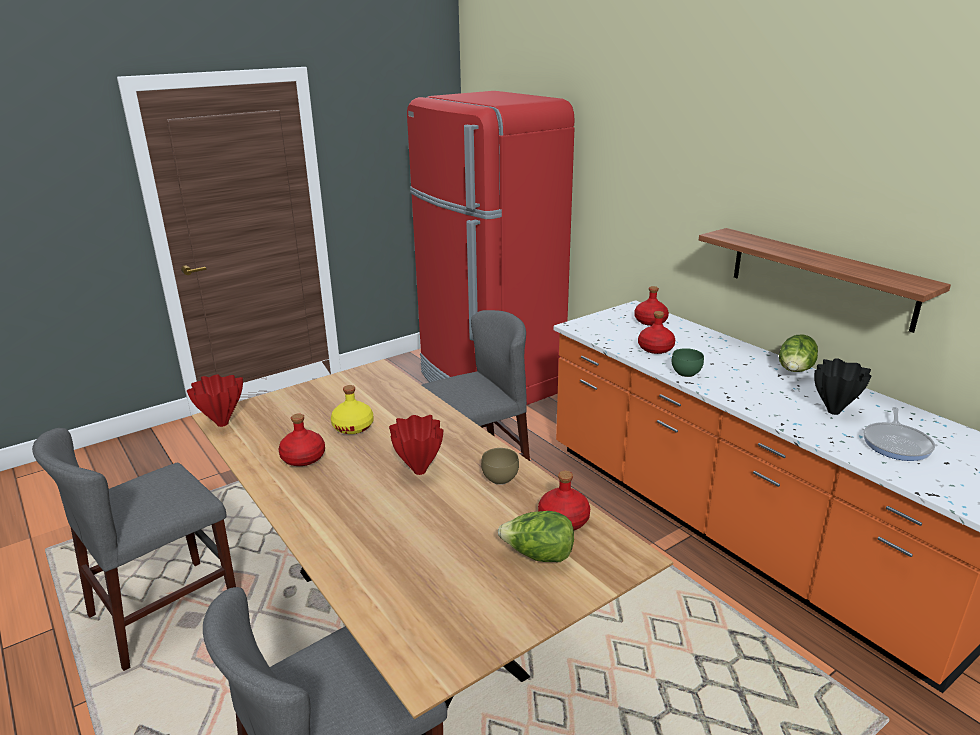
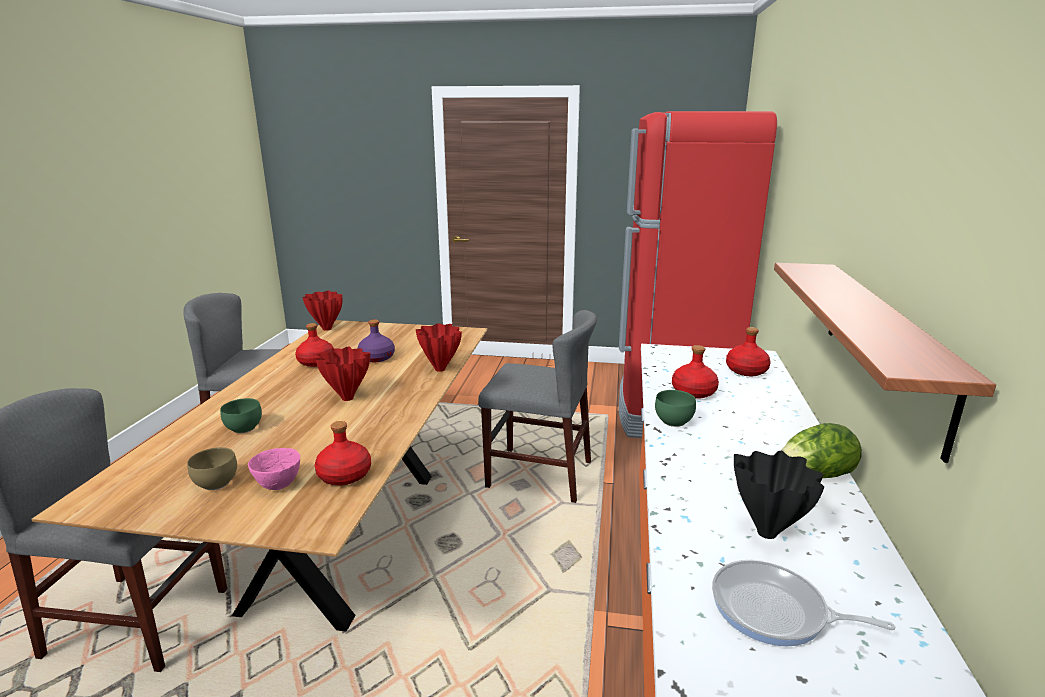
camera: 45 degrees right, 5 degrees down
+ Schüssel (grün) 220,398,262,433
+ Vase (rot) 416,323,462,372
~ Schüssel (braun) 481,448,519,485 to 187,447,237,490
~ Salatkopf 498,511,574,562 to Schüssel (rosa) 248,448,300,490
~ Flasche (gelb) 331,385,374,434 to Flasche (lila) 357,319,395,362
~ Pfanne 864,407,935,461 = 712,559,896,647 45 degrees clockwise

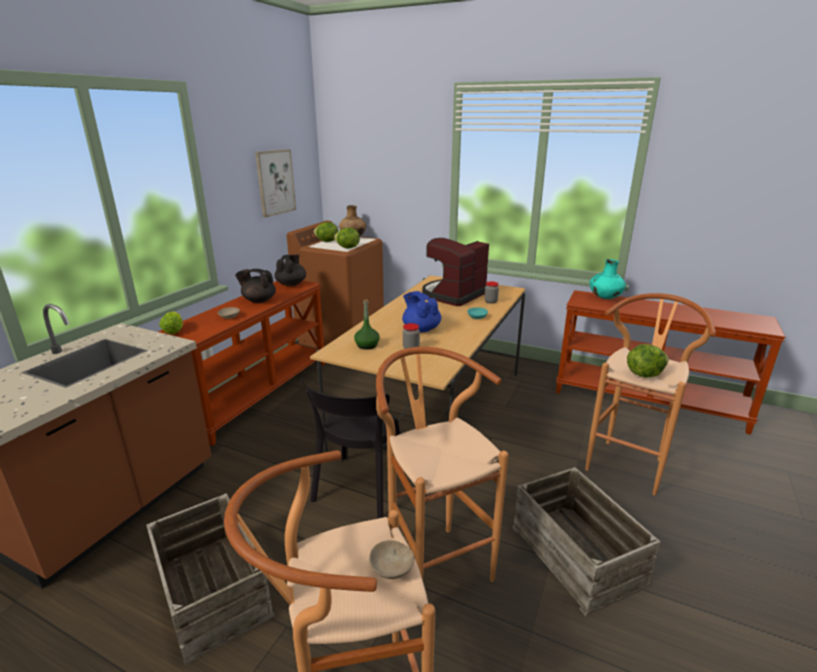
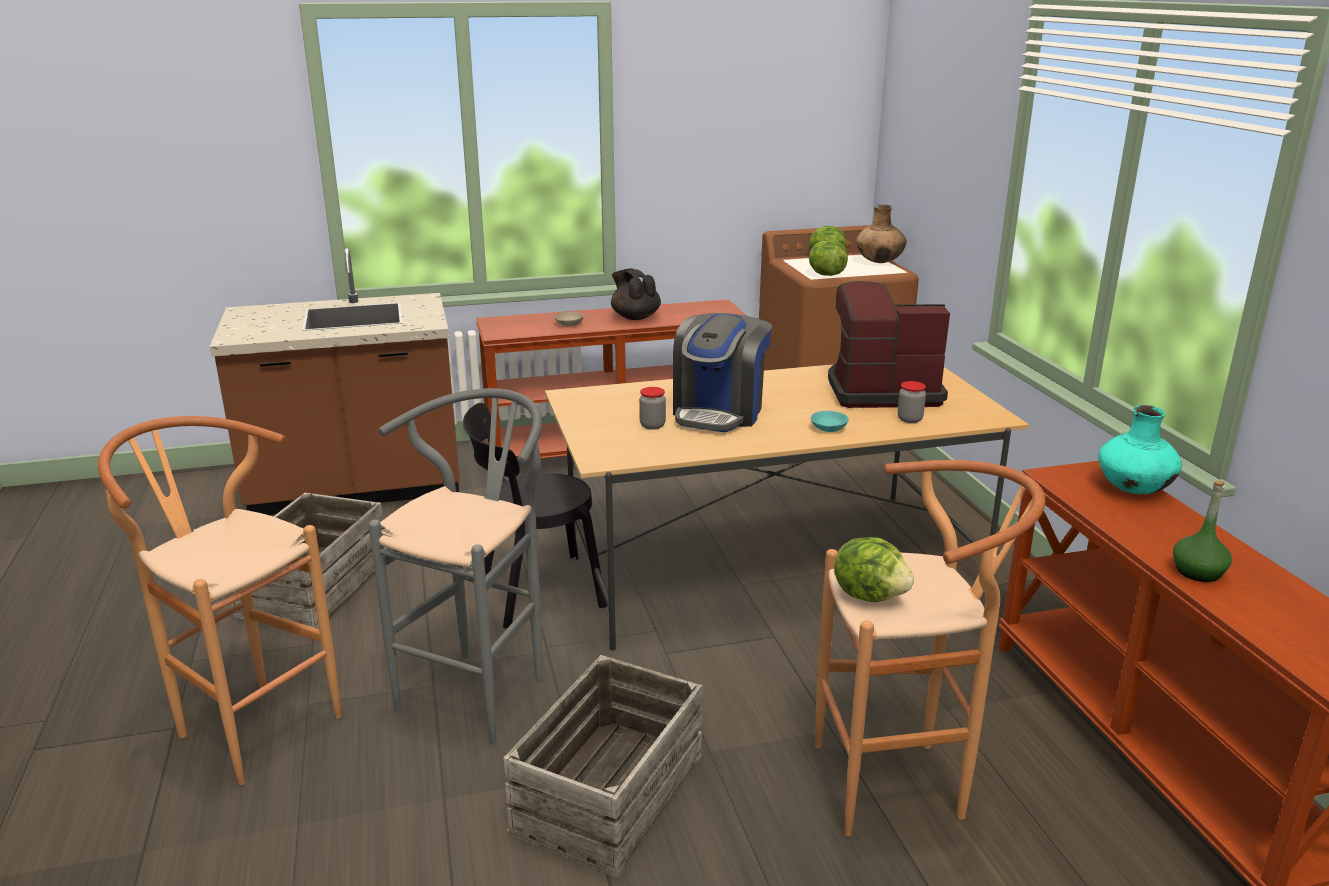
camera: 50 degrees right, 0 degrees up
- Salatkopf 159,311,183,334
- Bild 255,149,296,218
- Teekanne (schwarz) 275,254,306,286
- Schüssel (beige) 369,540,415,579
~ Flasche (grün) 354,299,380,350 to 1173,481,1232,582
~ Teekanne (blau) 402,291,441,332 to Kaffeemaschine 673,313,772,432
~ Hocker (braun) 376,347,508,582 to Hocker (grau) 369,388,543,743

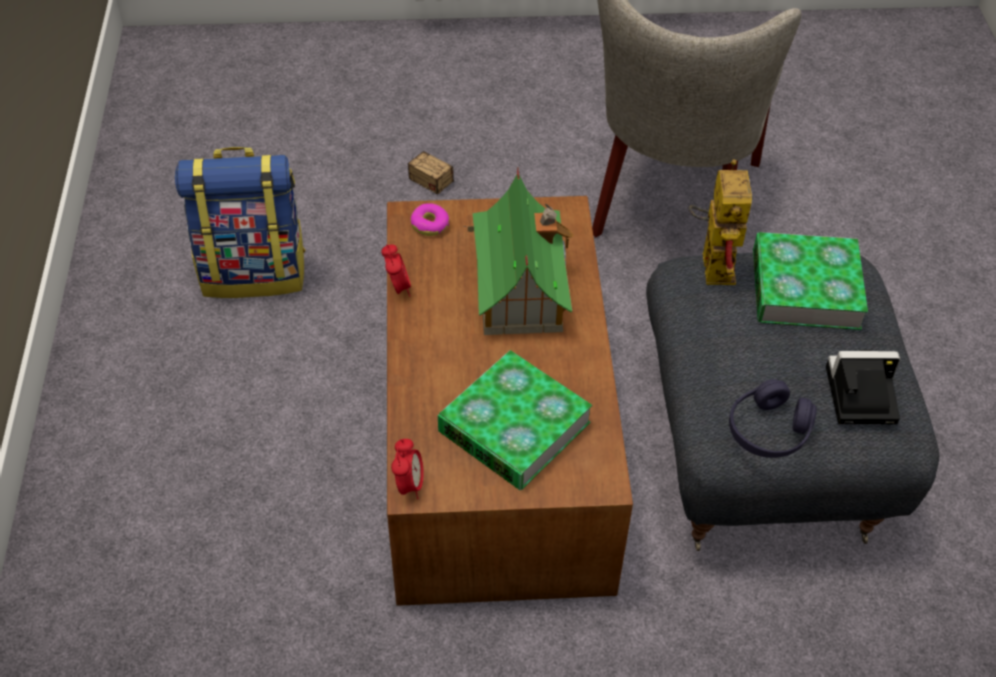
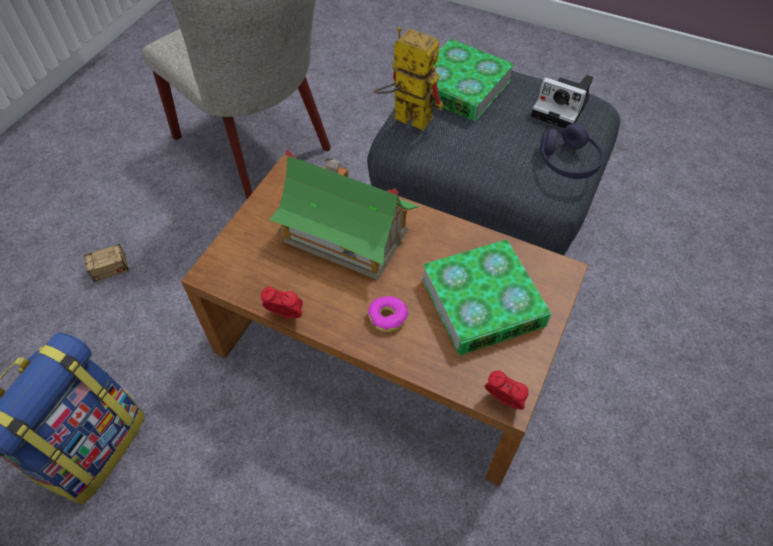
camera: 60 degrees left, 5 degrees up
~ Donut 411,203,449,236 to 368,296,408,332
~ Kamera 826,349,900,424 = 531,75,593,128 90 degrees counterclockwise

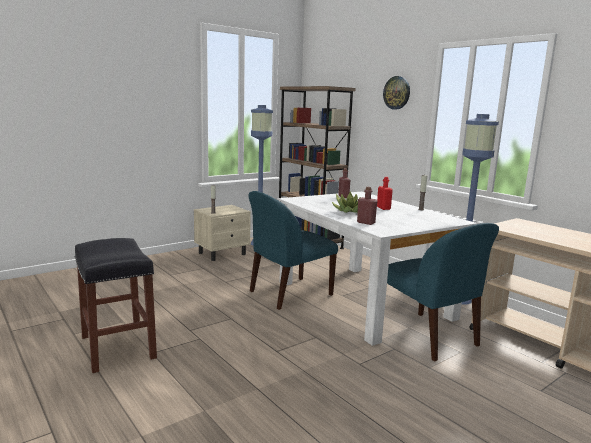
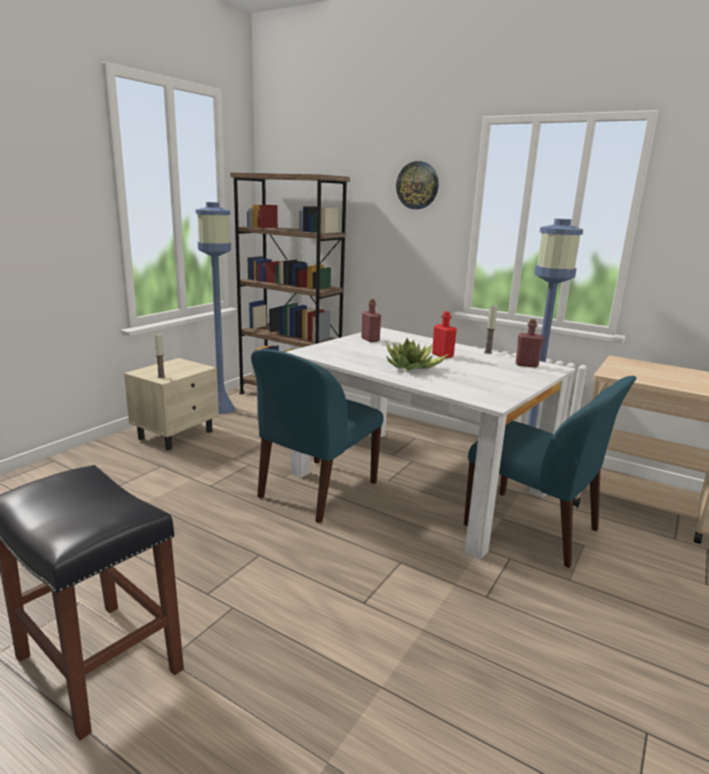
camera: 20 degrees left, 5 degrees up
~ Flasche (rot) 357,187,378,225 to 516,319,544,368

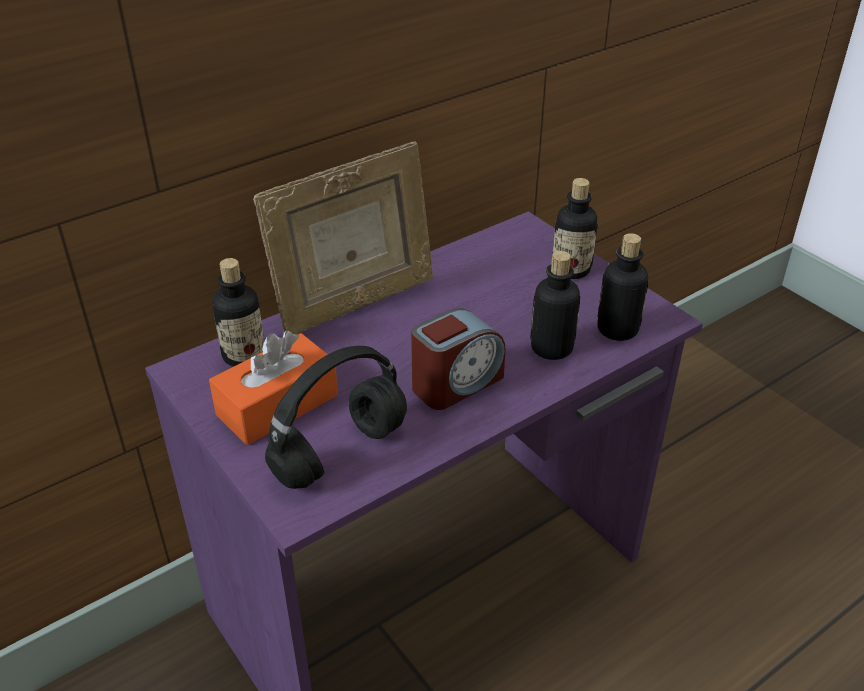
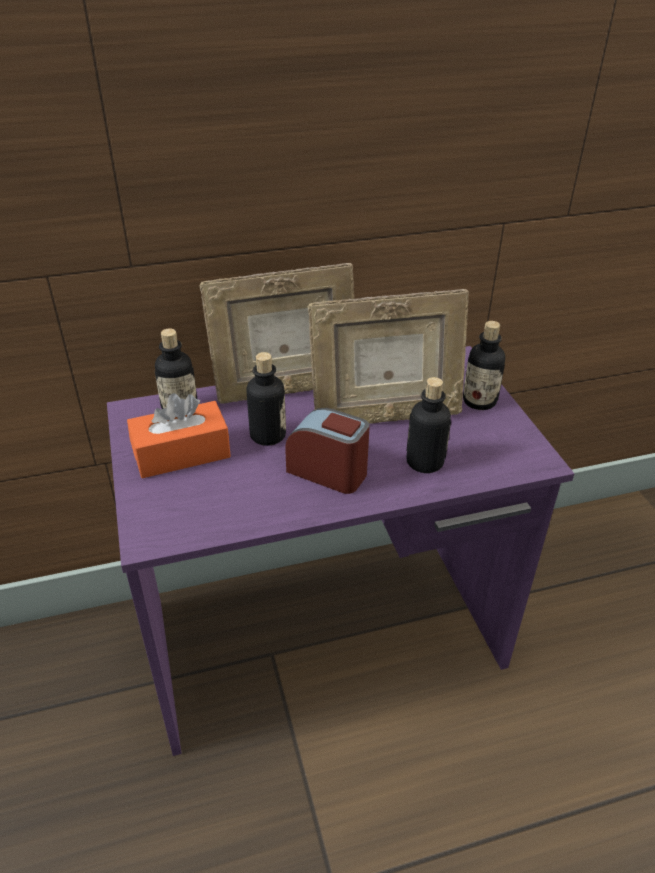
camera: 20 degrees right, 0 degrees up
- Kopfhörer (schwarz) 265,346,407,489
+ Bilderrahmen 308,289,469,424
~ Flasche 597,233,648,341 to 246,352,286,446
~ Wecker 411,308,505,410 = 285,408,370,494 135 degrees counterclockwise

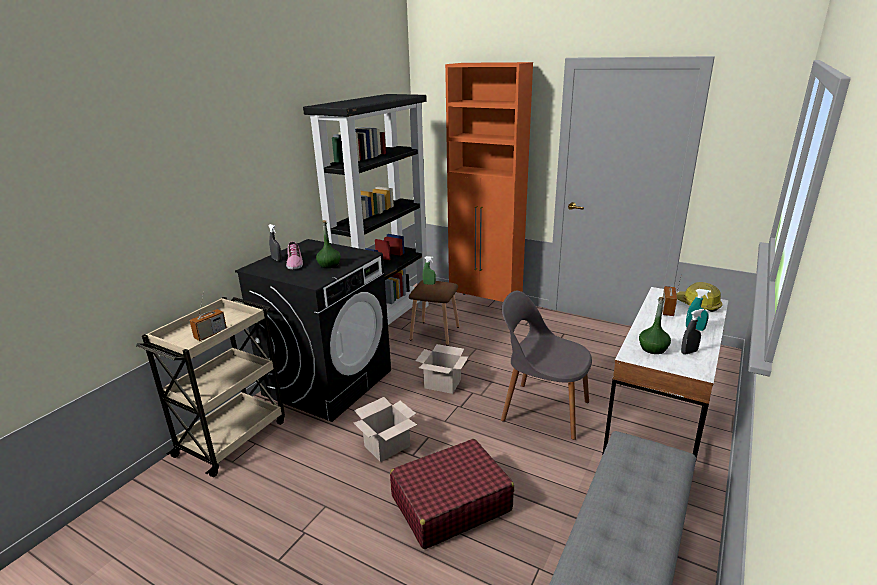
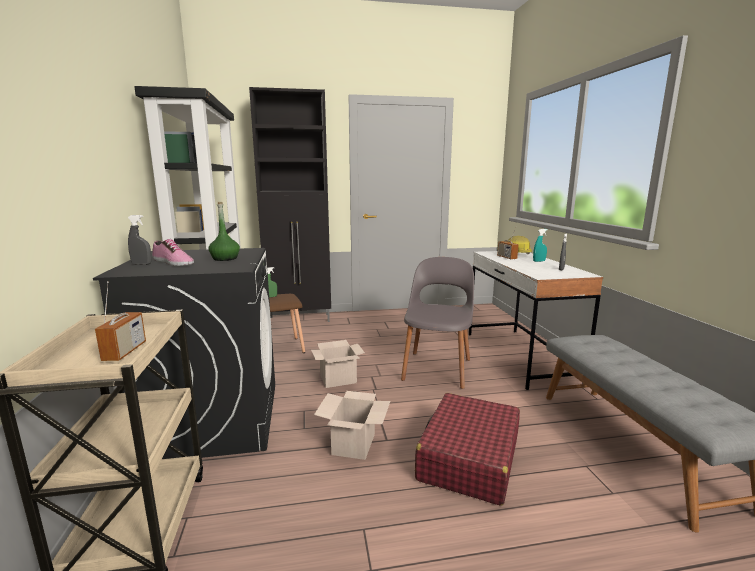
camera: 40 degrees left, 10 degrees down
- Flasche (grün) 639,297,671,354
~ Schrank (orange) 445,62,533,302 to Schrank (schwarz) 249,87,331,322
~ Stuhl (grau) 501,291,592,440 = 401,257,474,389 120 degrees clockwise

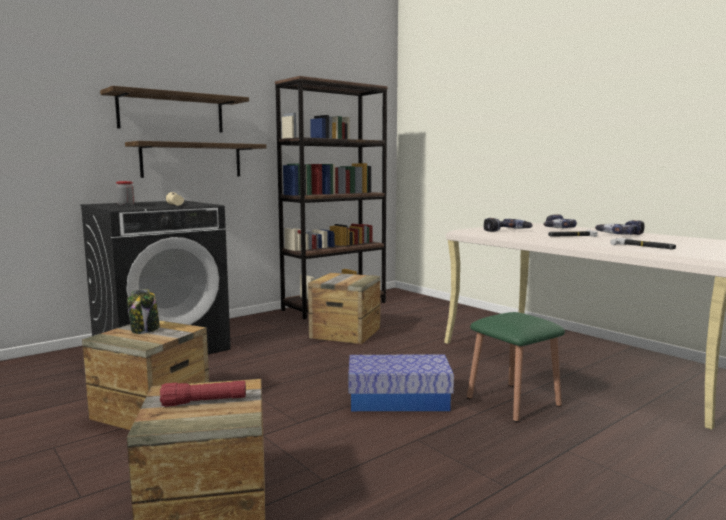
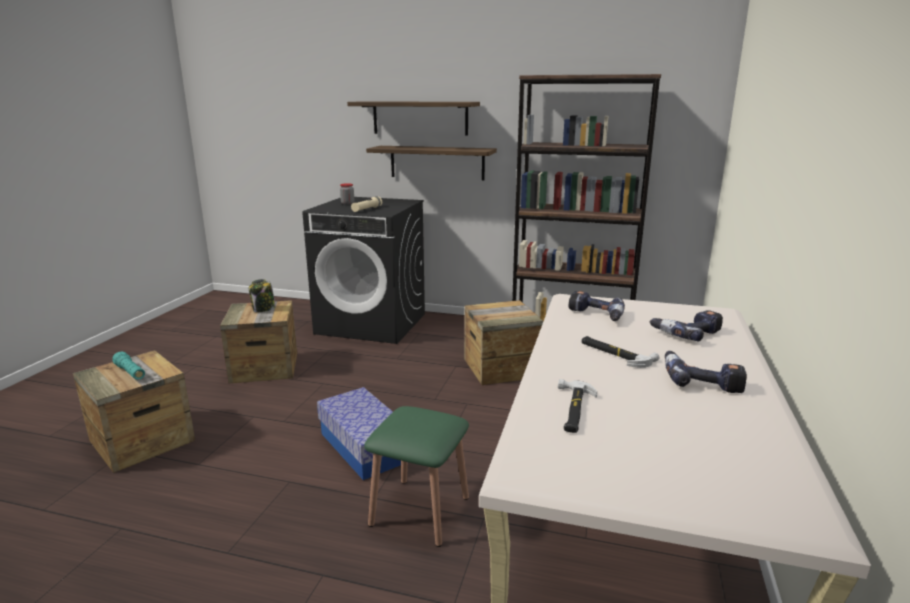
camera: 55 degrees right, 10 degrees up
~ Taschenlampe (rot) 160,380,246,407 to Taschenlampe (türkis) 112,352,145,380

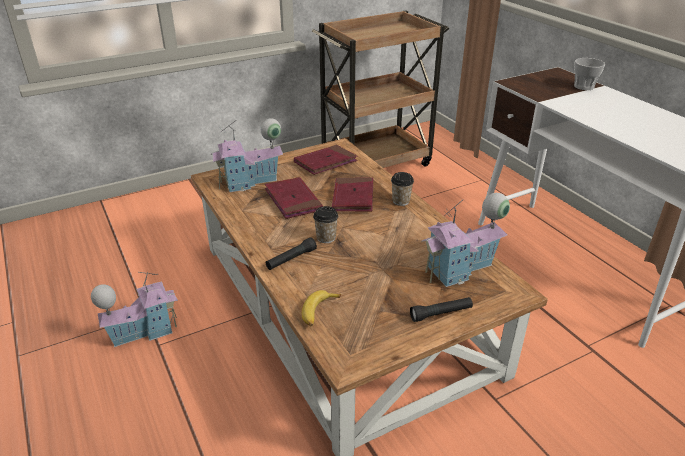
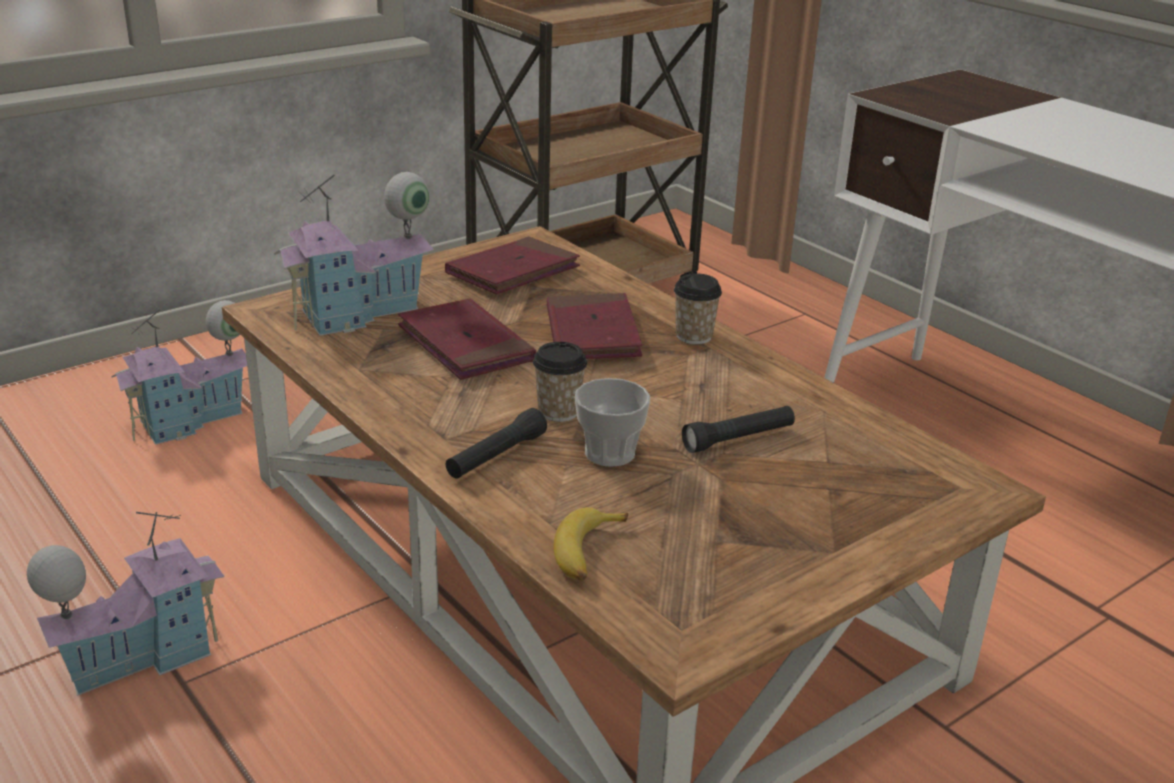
camera: 10 degrees left, 5 degrees down
~ Taschenlampe (schwarz) 410,297,473,322 to 682,406,795,453
~ Spielzeughaus 421,193,510,287 to 111,300,247,445
~ Tasse 574,58,605,90 to 575,378,650,467

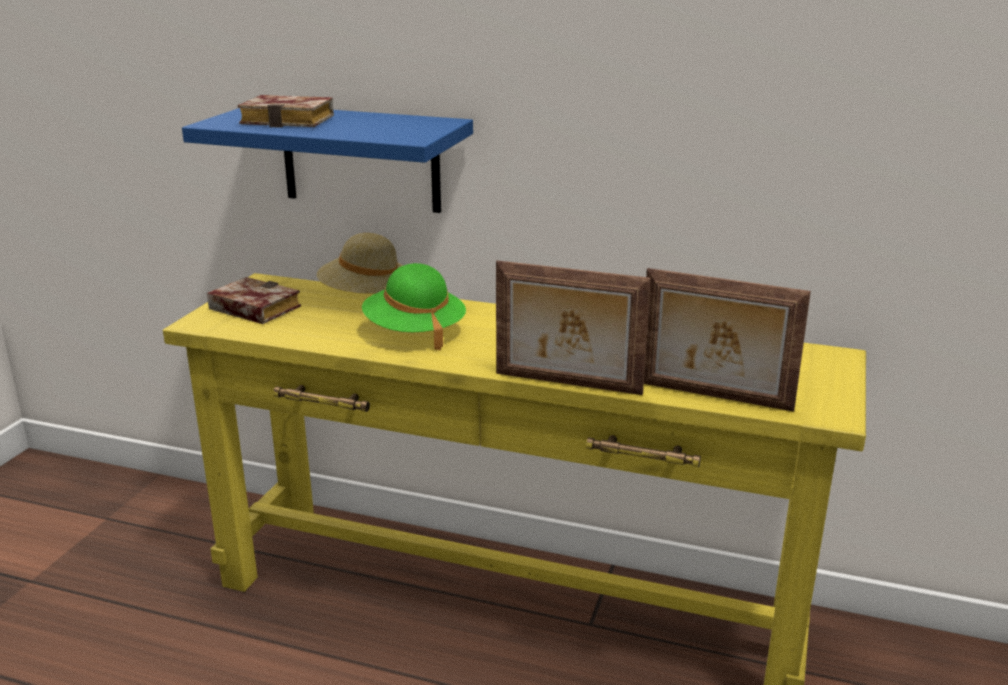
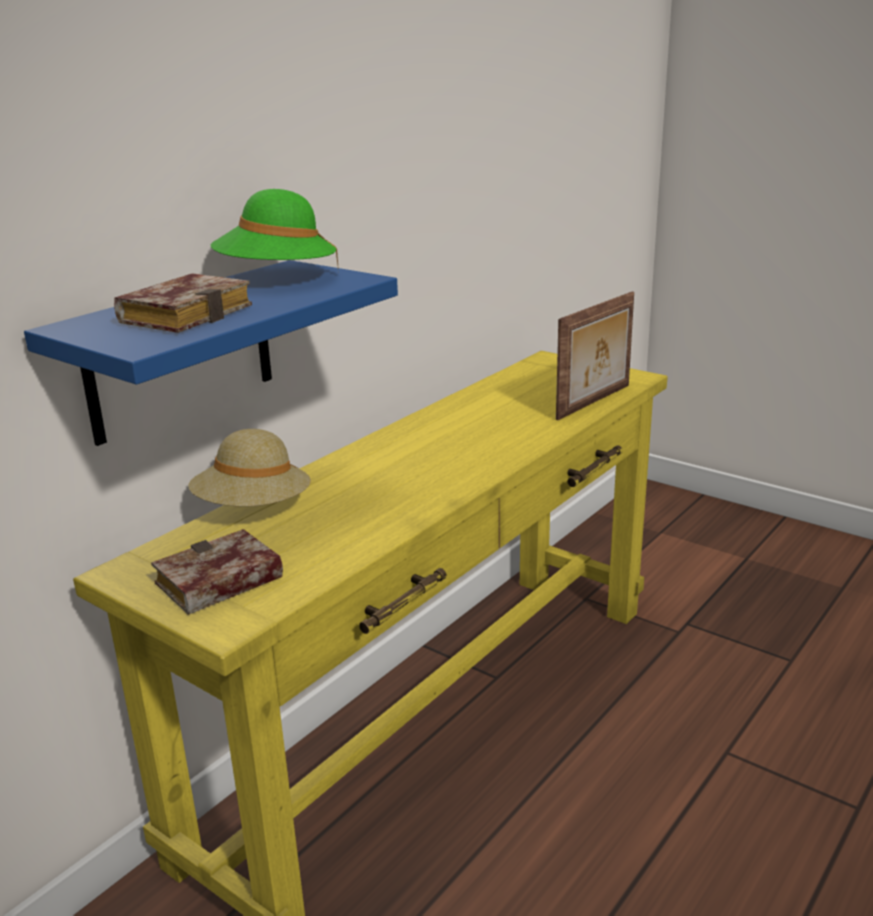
camera: 70 degrees left, 0 degrees up
- Bilderrahmen 496,260,651,395
~ Hut (grün) 362,263,466,350 to 211,189,339,270

